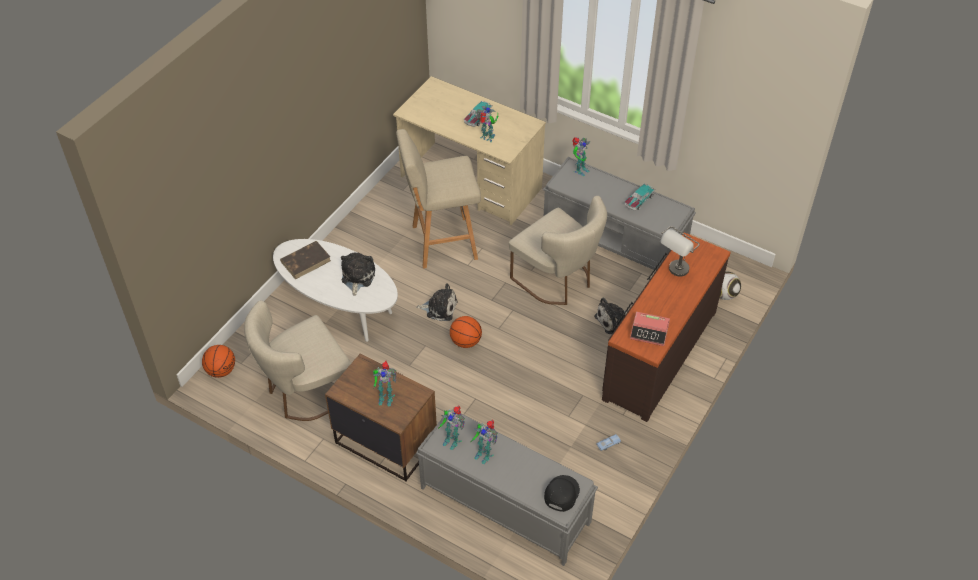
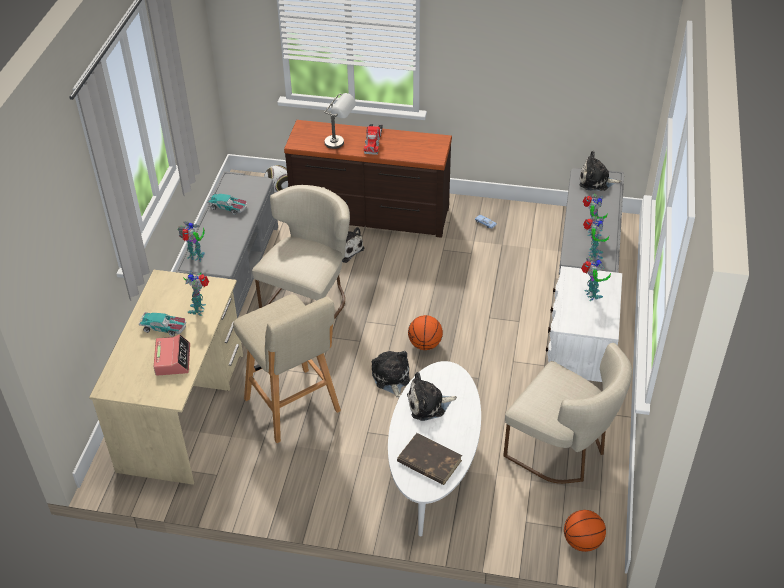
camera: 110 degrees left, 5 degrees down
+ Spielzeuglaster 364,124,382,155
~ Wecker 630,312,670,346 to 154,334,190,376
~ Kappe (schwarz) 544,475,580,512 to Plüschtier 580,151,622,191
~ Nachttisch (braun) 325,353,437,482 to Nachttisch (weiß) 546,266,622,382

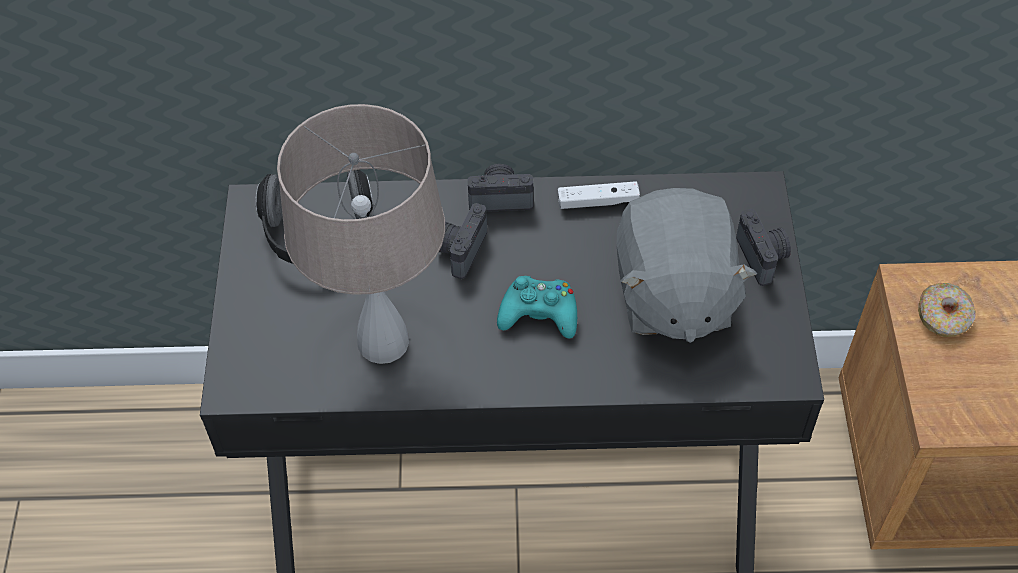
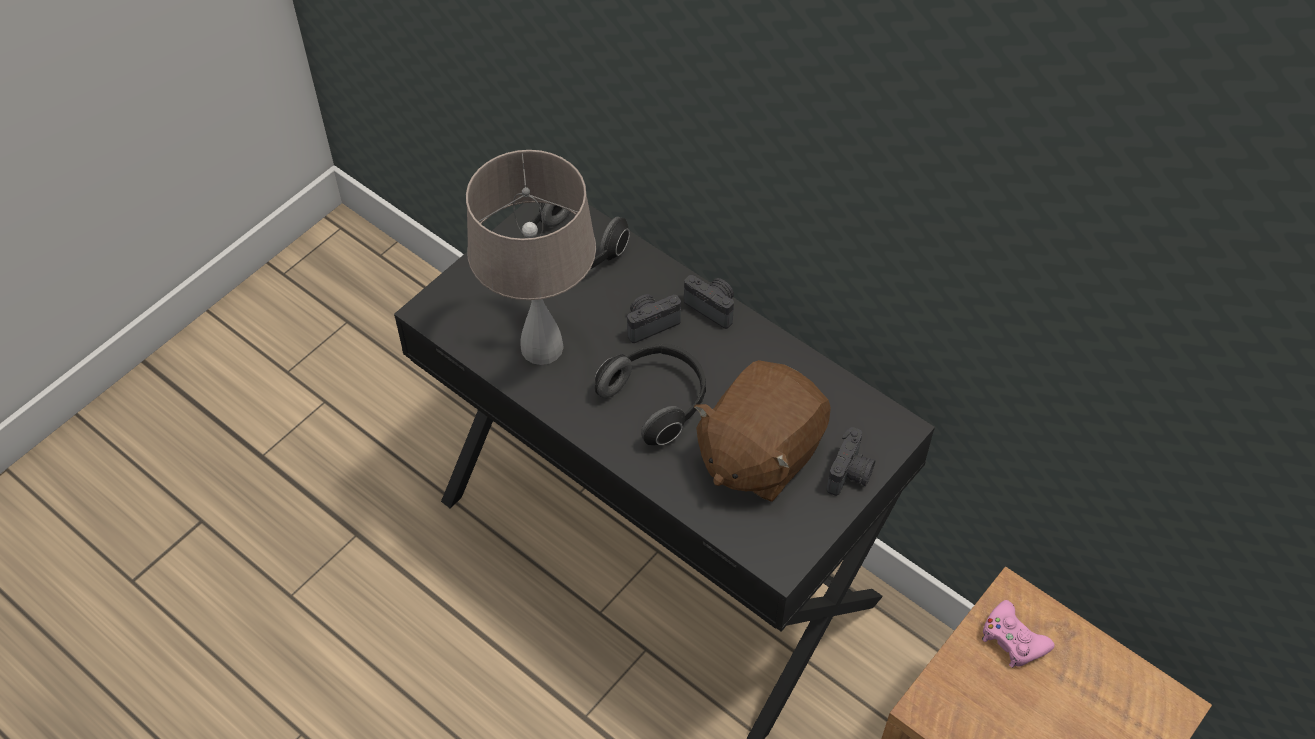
camera: 40 degrees right, 0 degrees up
- Gamepad (weiß) 558,181,640,209
~ Gamepad (türkis) 497,276,577,339 to Kopfhörer 595,343,706,445
~ Donut 918,283,976,337 to Gamepad (rosa) 982,600,1055,668
~ Plüschtier (grau) 617,188,757,343 to Plüschtier (braun) 694,360,831,502

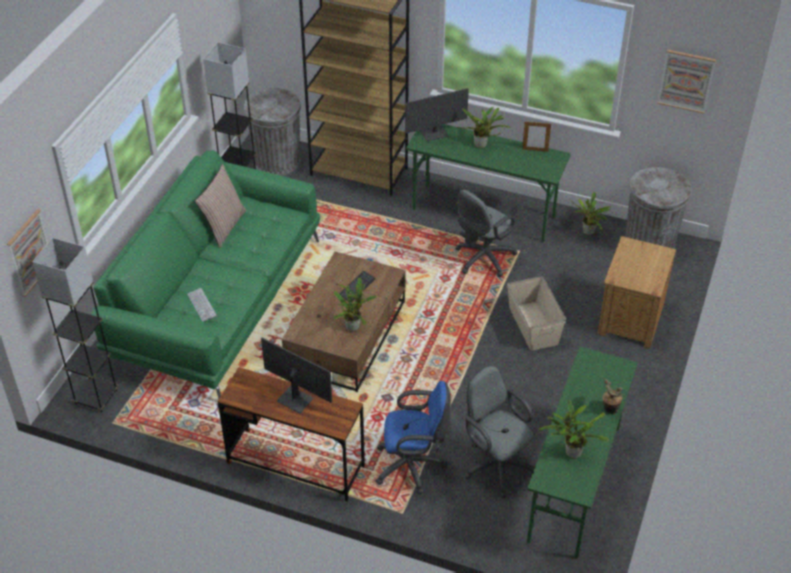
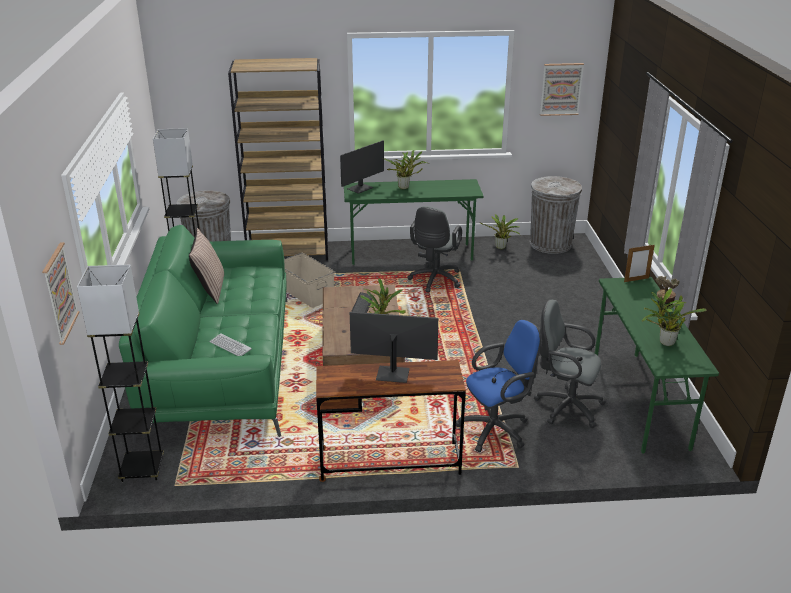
camera: 25 degrees left, 15 degrees down
- Nachttisch (braun) 597,236,676,348
~ Aufbewahrungsbox (beige) 507,276,566,351 to 284,253,335,308
~ Bilderrahmen 522,122,551,152 to 624,245,655,282

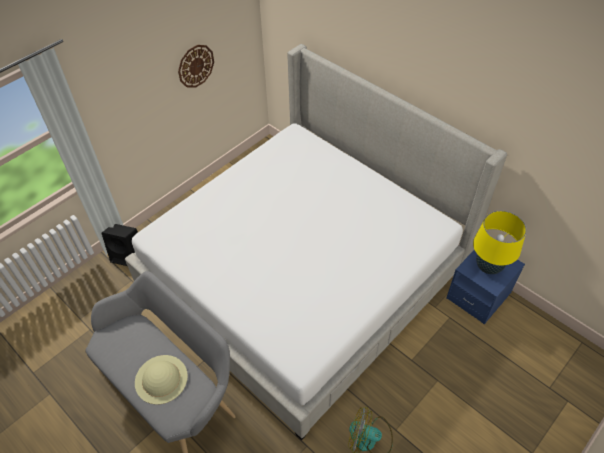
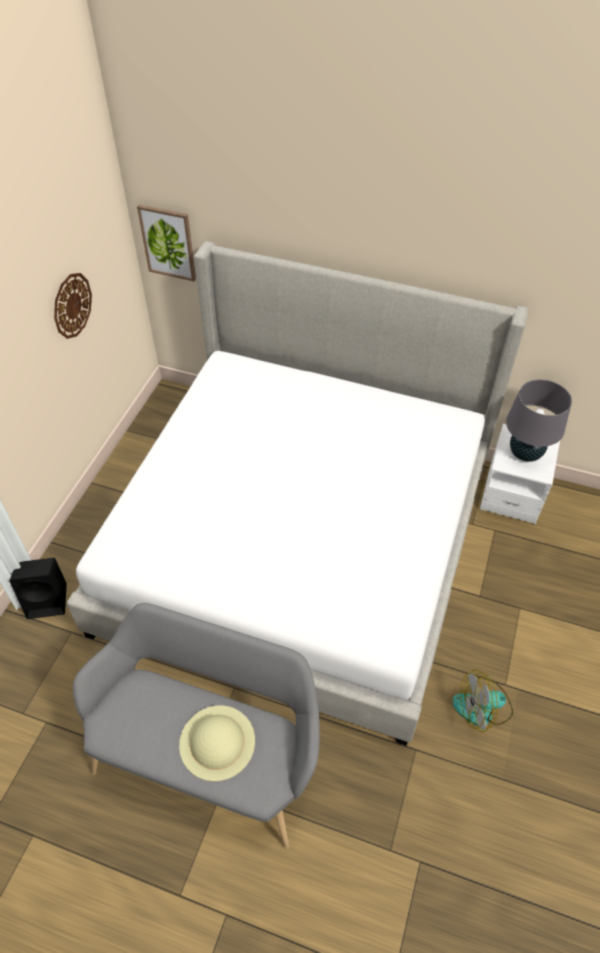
camera: 25 degrees left, 0 degrees up
+ Bild 137,204,196,281
~ Nachttisch (blau) 446,250,525,324 to Nachttisch (weiß) 480,424,560,524
~ Tischlampe (gelb) 473,211,526,274 to Tischlampe (grau) 506,379,572,462

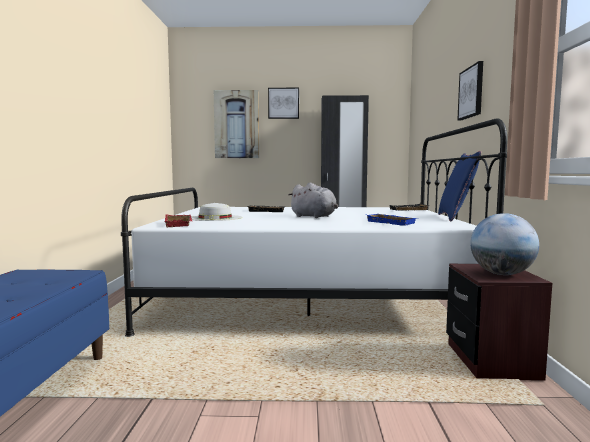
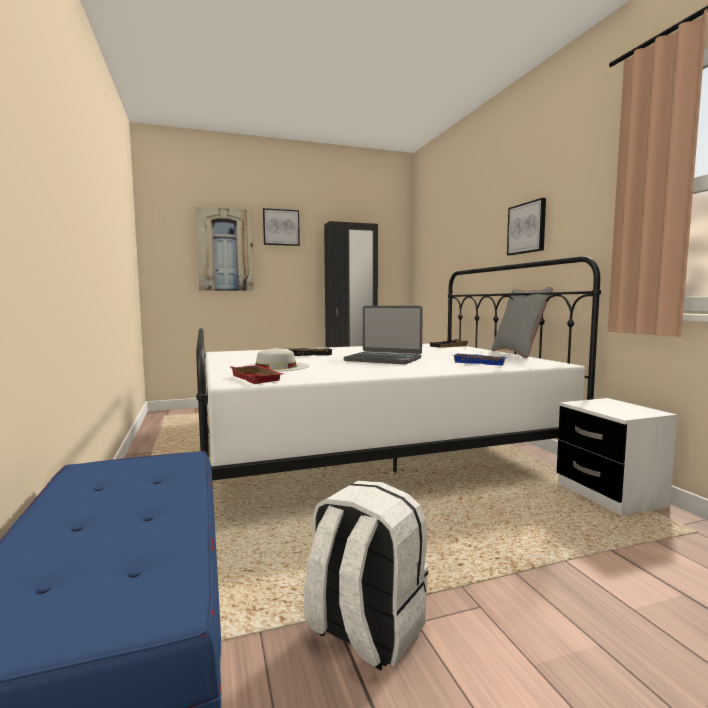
camera: 20 degrees left, 0 degrees up
- Globus 470,213,539,275
+ Rucksack (weiß) 304,481,428,670
~ Plüschtier (grau) 288,183,338,218 to Laptop 344,306,423,364
~ Kissen (blau) 438,151,481,221 to Kissen (grau) 492,287,553,358
~ Nachttisch (braun) 446,264,552,381 to Nachttisch (weiß) 557,398,677,516

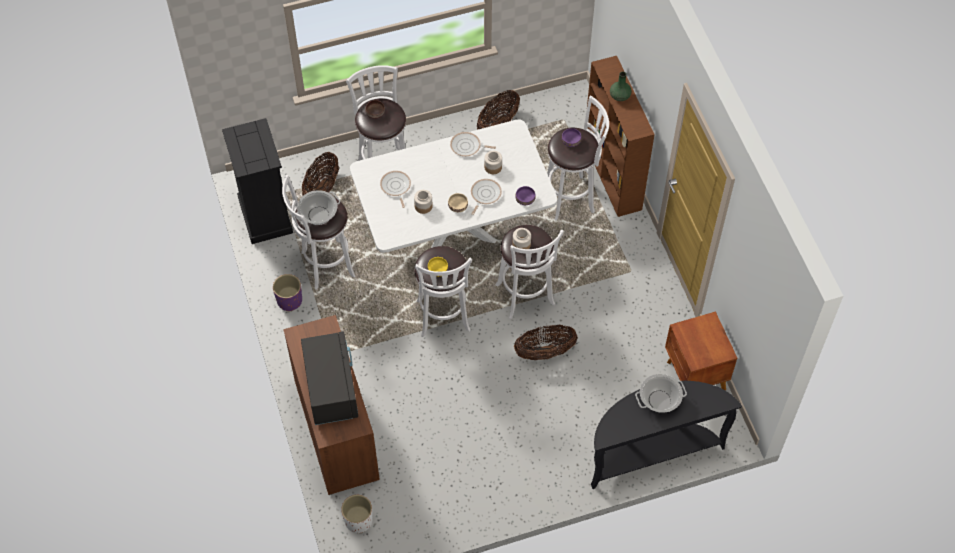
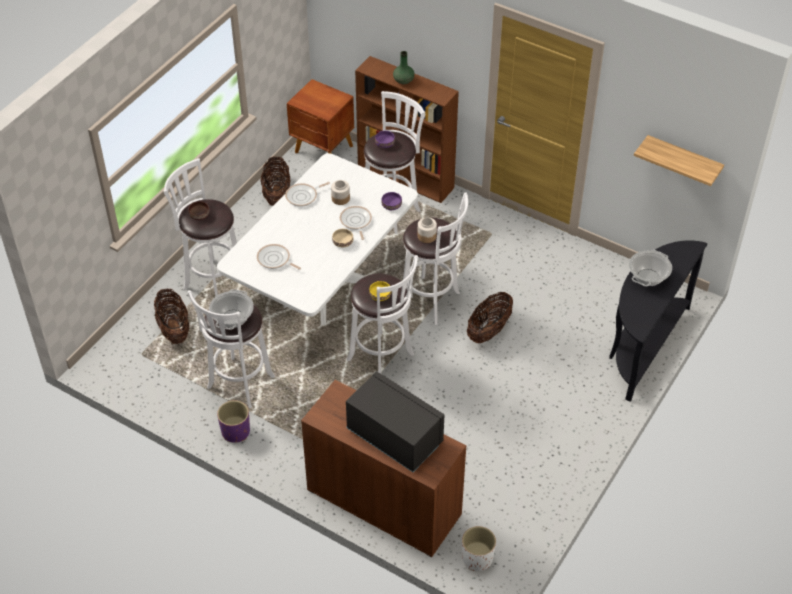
camera: 40 degrees left, 10 degrees down
- Kommode (schwarz) 222,118,293,244
- Vorratsglas 414,190,433,214
+ Wandregal 634,135,724,186
~ Nachttisch (braun) 665,311,737,391 to 287,79,354,153

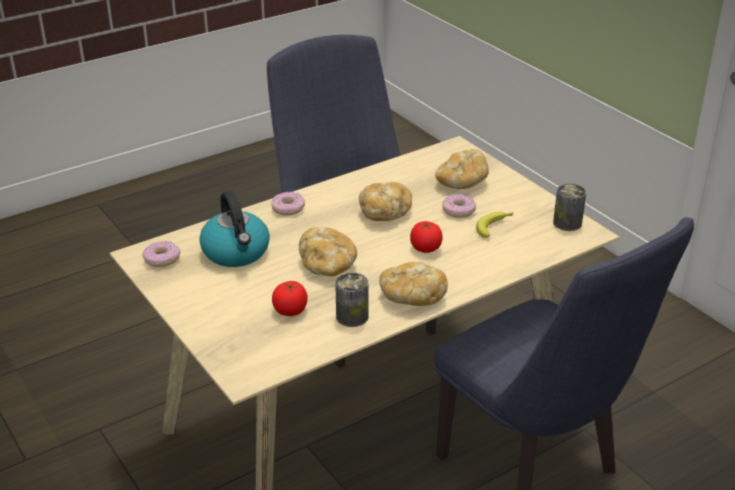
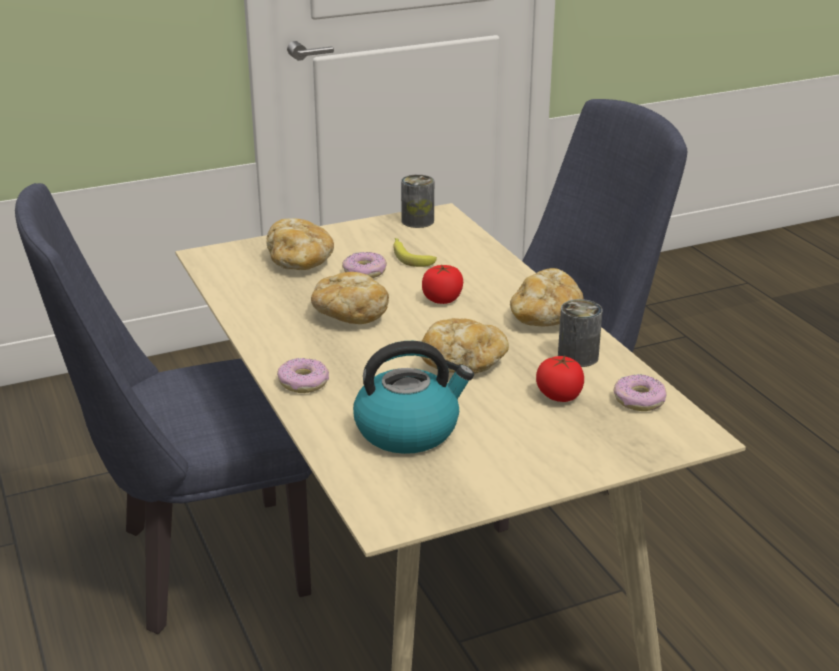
camera: 80 degrees left, 5 degrees down
~ Donut 143,241,180,267 to 614,374,667,411

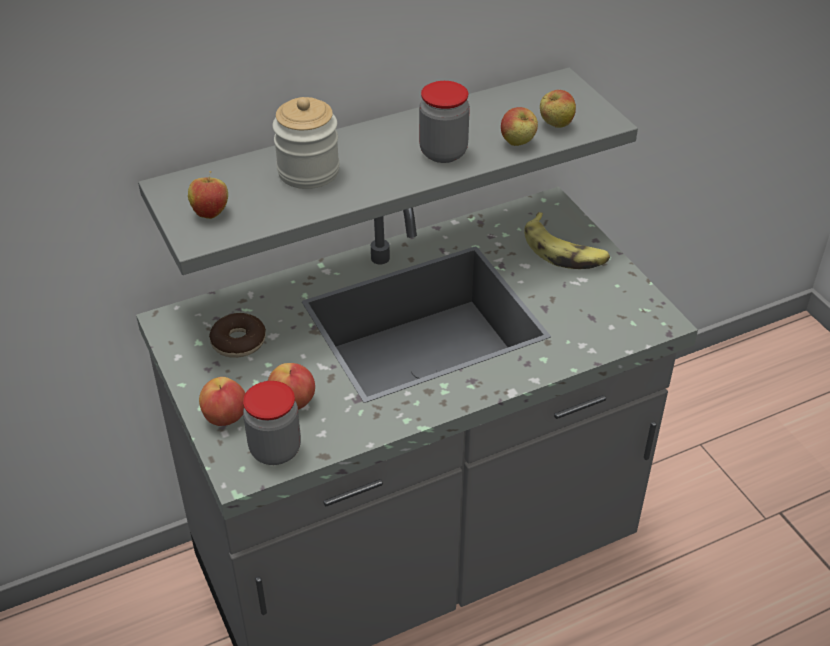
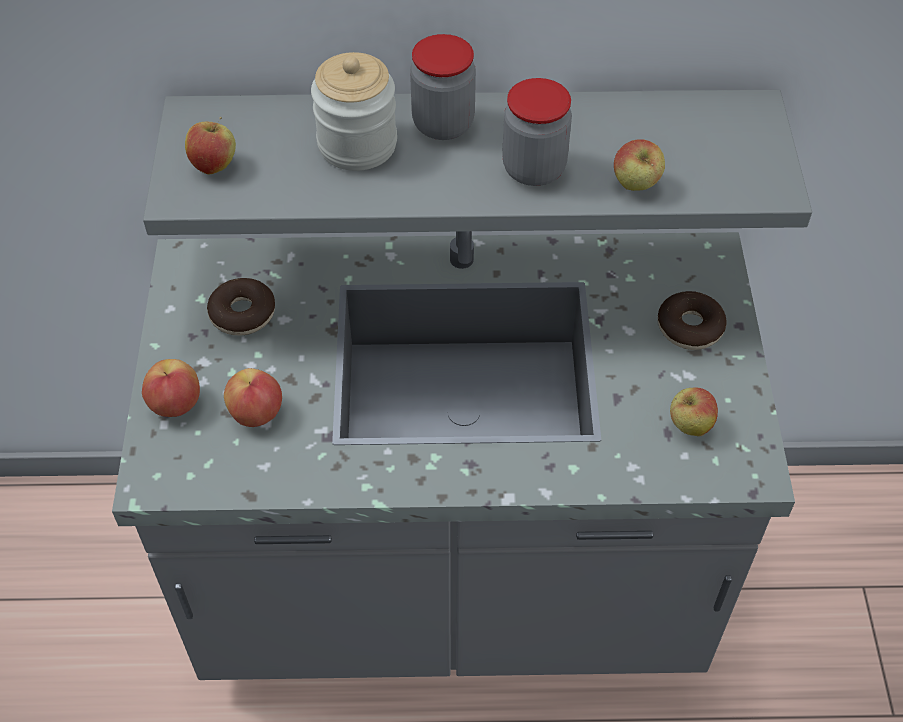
camera: 25 degrees right, 10 degrees up
~ Vorratsglas 243,381,301,465 to 410,34,476,140
~ Apfel 540,90,576,128 to 670,387,718,437
~ Banane 524,212,610,269 to Donut 658,291,727,350

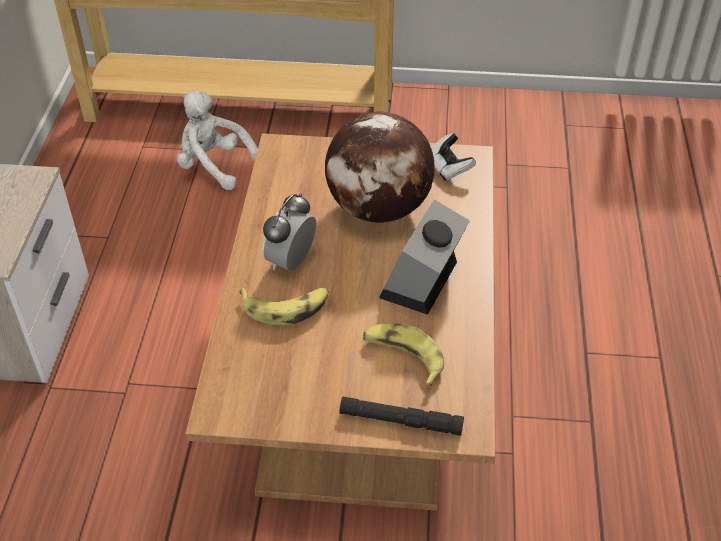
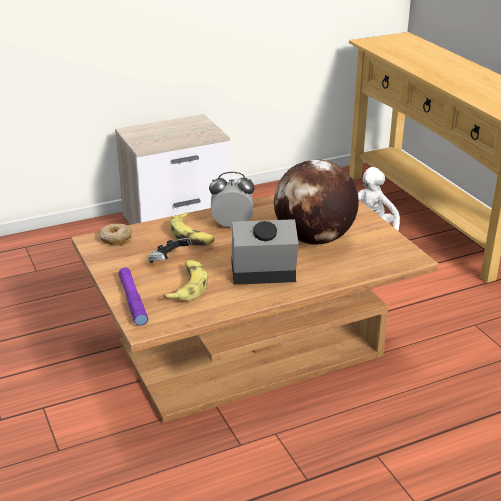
camera: 60 degrees right, 15 degrees down
+ Donut 99,224,132,246
~ Gamepad 432,133,476,181 to 148,238,192,263
~ Taschenlampe (schwarz) 339,397,464,436 to Taschenlampe (lila) 119,268,148,326

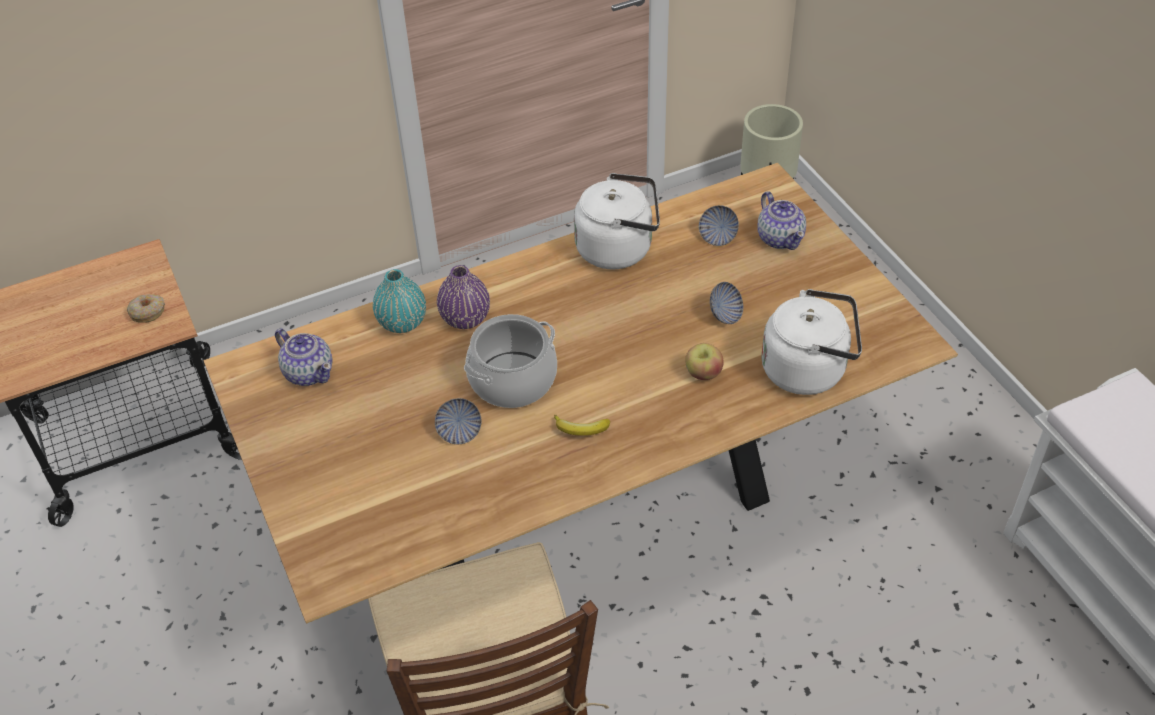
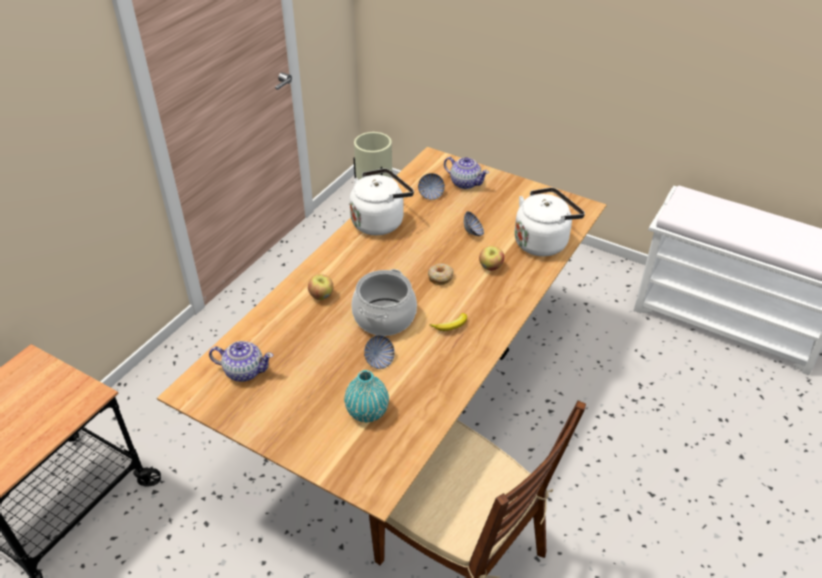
camera: 35 degrees left, 5 degrees down
~ Donut 127,294,165,323 to 428,263,454,285
~ Vase (türkis) 373,269,426,333 to 344,370,389,422
~ Vase (lila) 437,265,490,329 to Apfel 308,274,333,300

